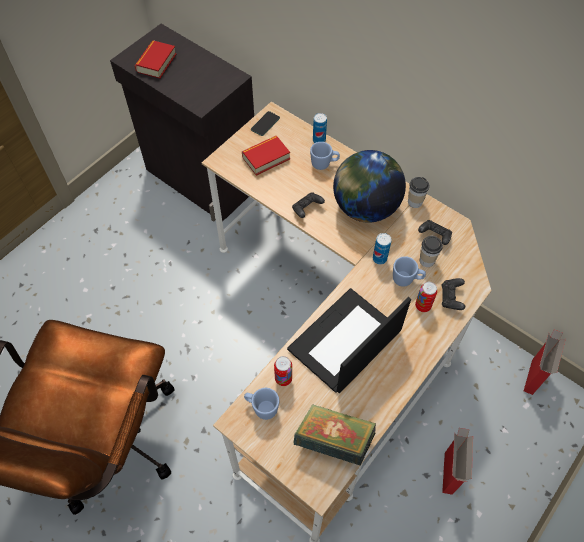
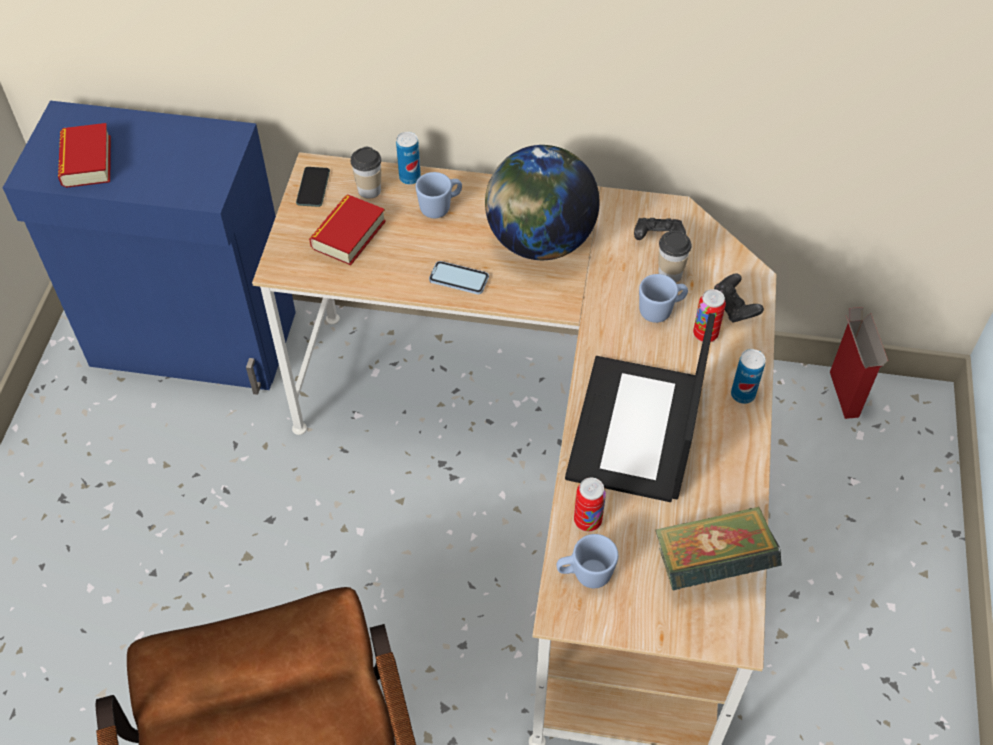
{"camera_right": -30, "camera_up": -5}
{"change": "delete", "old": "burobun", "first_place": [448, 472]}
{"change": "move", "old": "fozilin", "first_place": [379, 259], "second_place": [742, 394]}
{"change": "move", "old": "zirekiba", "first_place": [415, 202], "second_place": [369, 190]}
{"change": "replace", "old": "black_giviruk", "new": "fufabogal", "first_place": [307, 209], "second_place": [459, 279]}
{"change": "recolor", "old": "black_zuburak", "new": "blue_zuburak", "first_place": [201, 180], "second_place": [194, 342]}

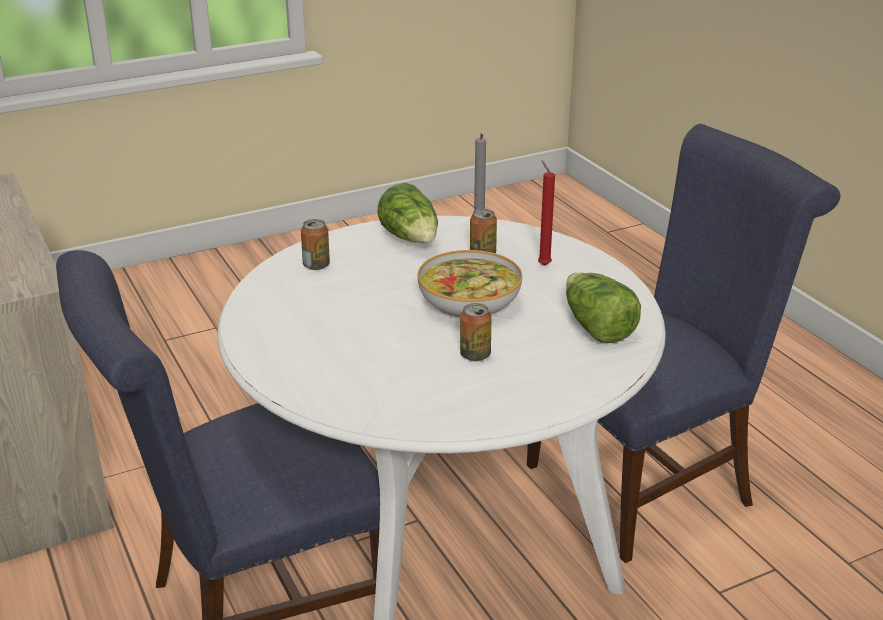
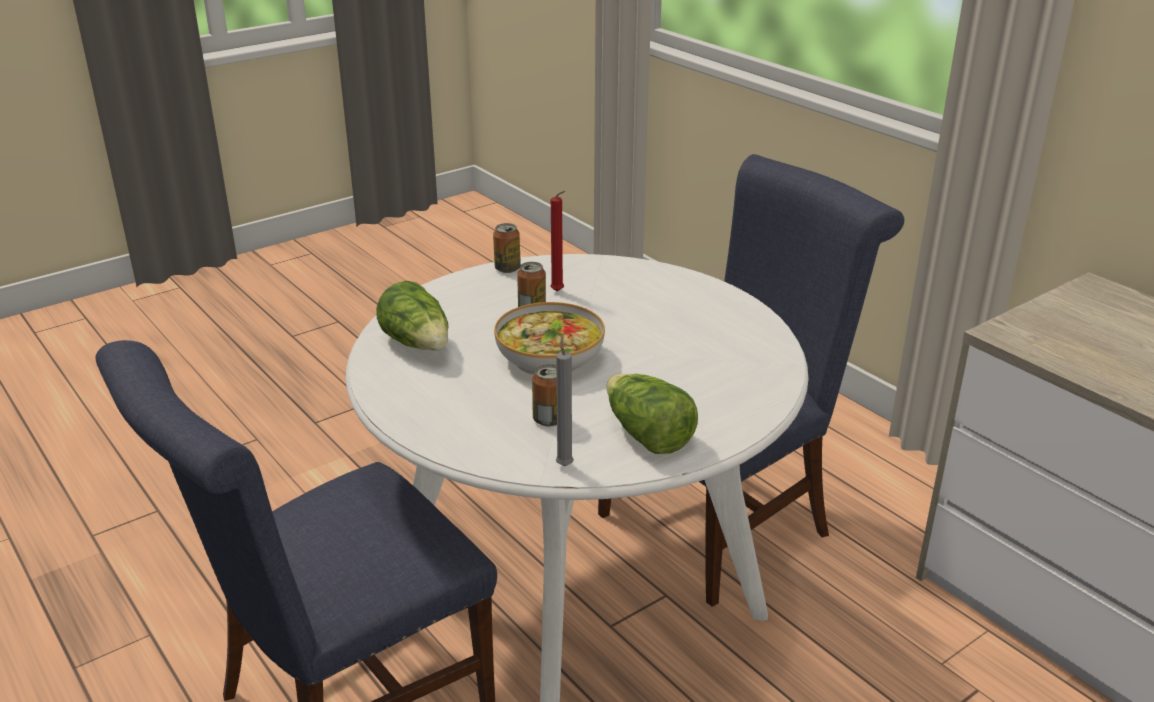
{"camera_right": 170, "camera_up": 0}
{"change": "move", "old": "fozilin", "first_place": [316, 265], "second_place": [507, 269]}
{"change": "move", "old": "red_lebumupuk", "first_place": [543, 264], "second_place": [558, 292]}

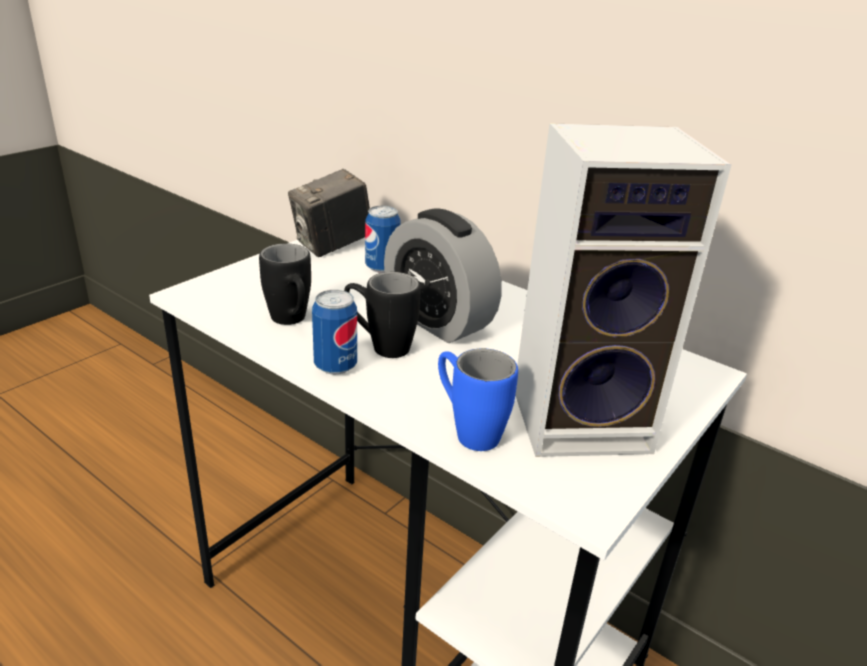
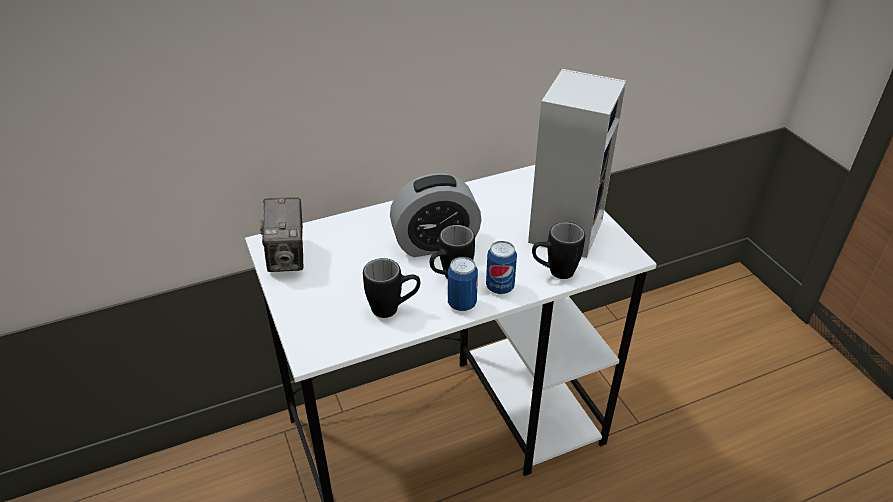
{"camera_right": -60, "camera_up": 10}
{"change": "move", "old": "fozilin", "first_place": [382, 267], "second_place": [500, 287]}
{"change": "recolor", "old": "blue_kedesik", "new": "black_kedesik", "first_place": [467, 430], "second_place": [554, 272]}

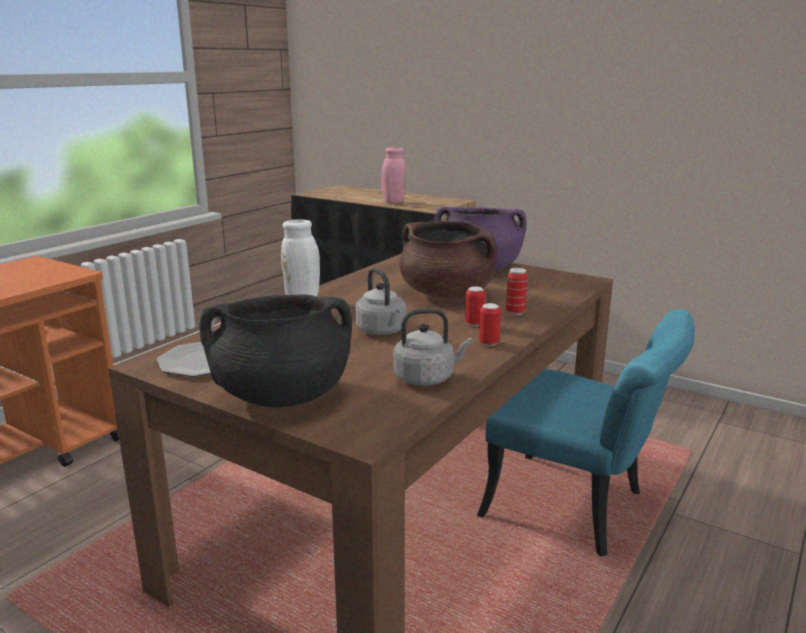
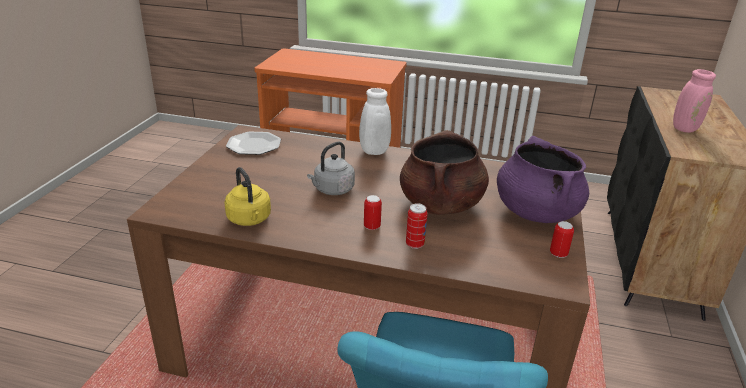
{"camera_right": 70, "camera_up": 10}
{"change": "delete", "old": "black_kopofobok", "first_place": [282, 396]}
{"change": "move", "old": "fozilin", "first_place": [489, 343], "second_place": [558, 254]}
{"change": "recolor", "old": "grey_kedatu", "new": "yellow_kedatu", "first_place": [427, 378], "second_place": [250, 220]}

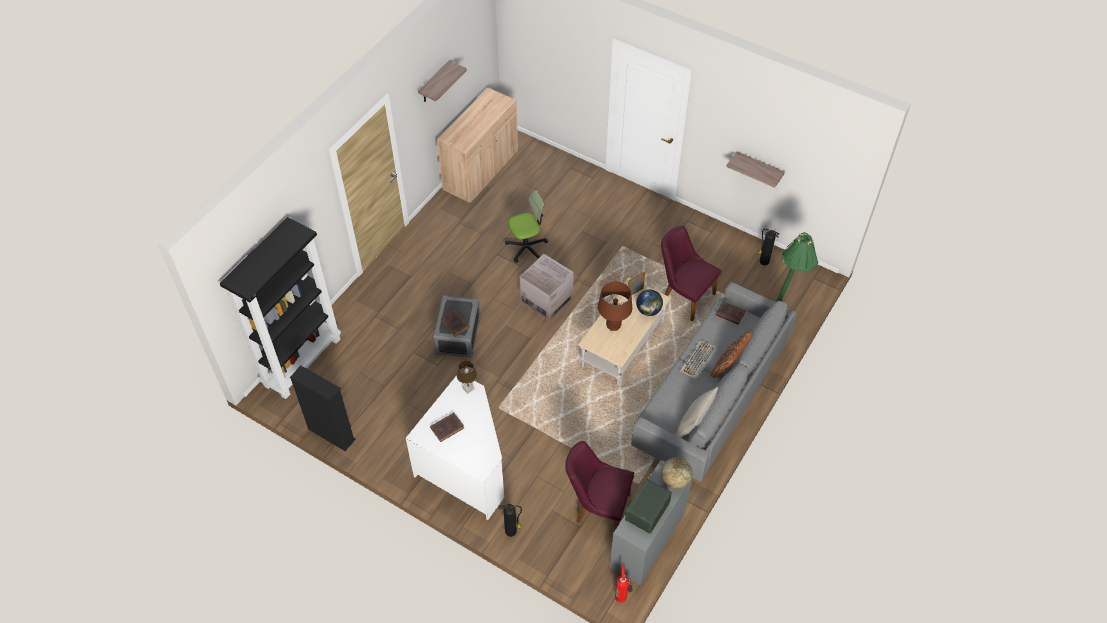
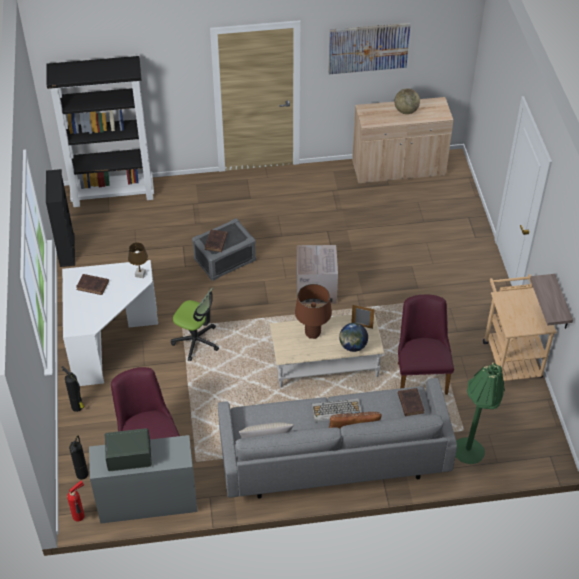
{"camera_right": 50, "camera_up": -5}
{"change": "insert", "new": "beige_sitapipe", "second_place": [510, 354]}
{"change": "move", "old": "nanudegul", "first_place": [526, 248], "second_place": [196, 341]}
{"change": "move", "old": "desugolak", "first_place": [675, 480], "second_place": [406, 111]}
{"change": "move", "old": "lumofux", "first_place": [763, 261], "second_place": [82, 473]}
{"change": "replace", "old": "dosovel", "new": "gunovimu", "first_place": [434, 83], "second_place": [368, 48]}

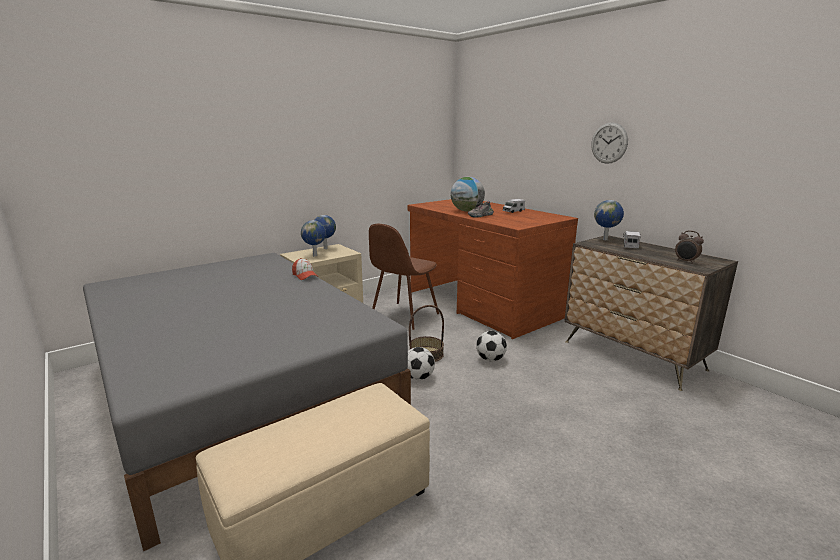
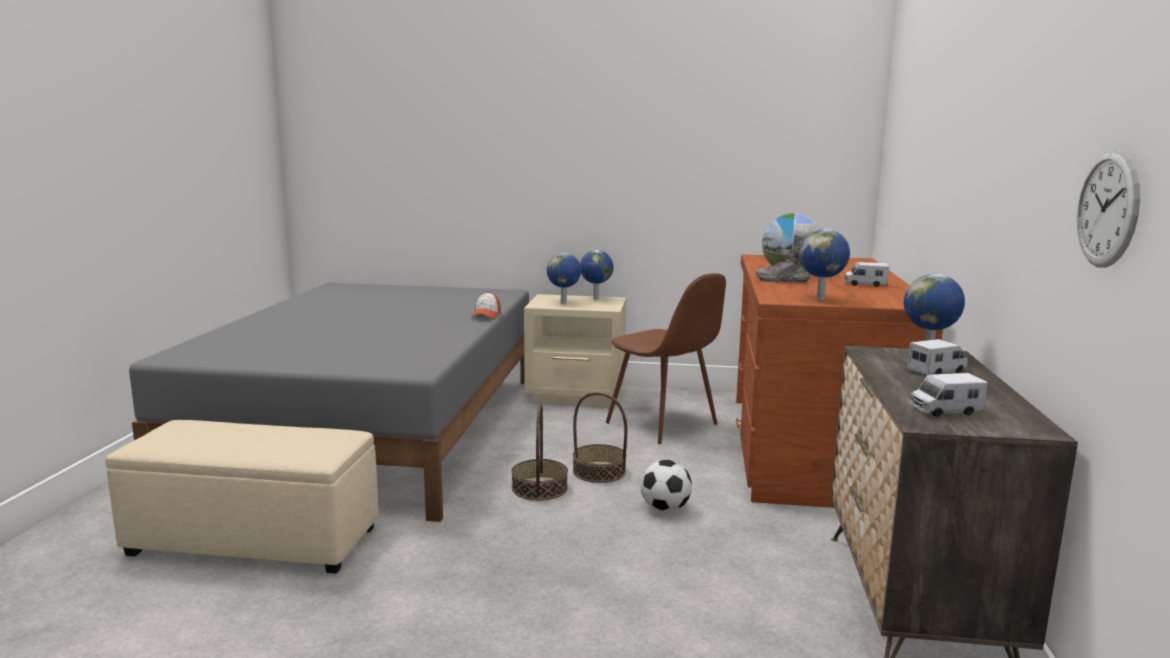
{"camera_right": 45, "camera_up": -5}
{"change": "insert", "new": "desugolak", "second_place": [821, 299]}
{"change": "move", "old": "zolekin", "first_place": [609, 143], "second_place": [1107, 209]}
{"change": "replace", "old": "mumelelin", "new": "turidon", "first_place": [418, 377], "second_place": [540, 488]}
{"change": "replace", "old": "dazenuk", "new": "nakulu", "first_place": [686, 261], "second_place": [945, 410]}
{"change": "rotate", "old": "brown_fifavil", "first_place": [403, 316], "second_place": [663, 424], "degrees": -120}

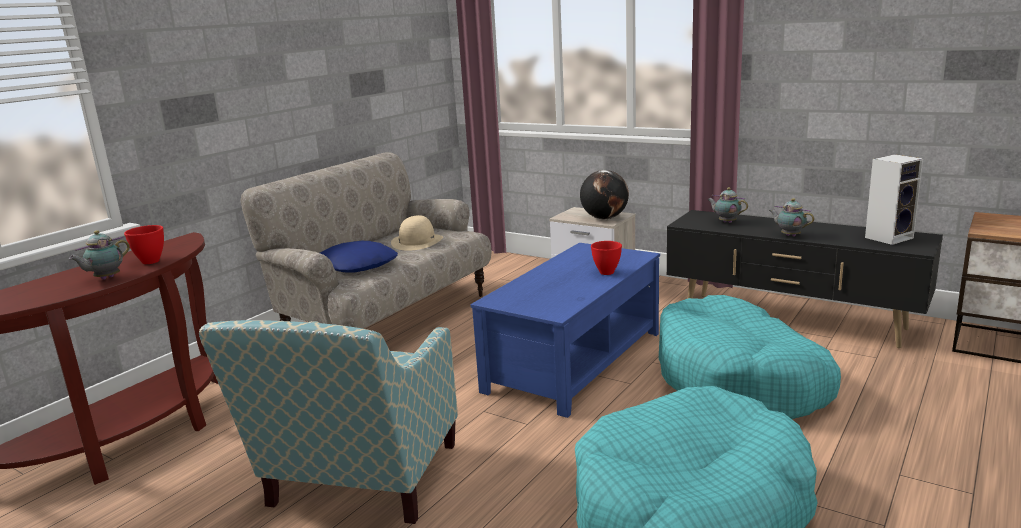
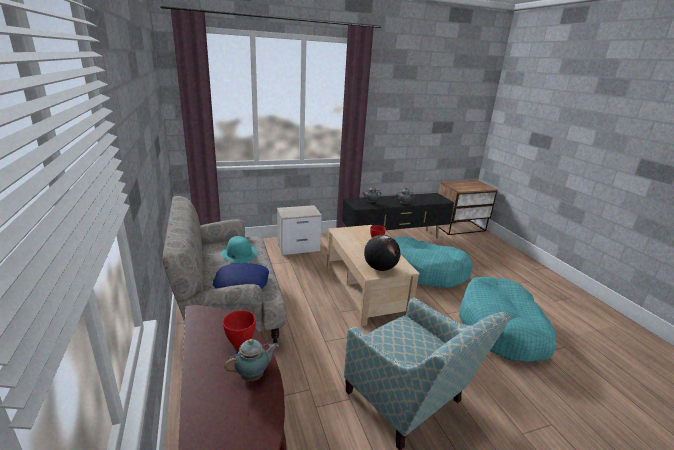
{"camera_right": -55, "camera_up": 5}
{"change": "delete", "old": "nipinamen", "first_place": [889, 237]}
{"change": "move", "old": "desugolak", "first_place": [604, 218], "second_place": [380, 268]}
{"change": "recolor", "old": "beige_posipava", "new": "turquoise_posipava", "first_place": [417, 241], "second_place": [239, 254]}
{"change": "recolor", "old": "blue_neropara", "new": "beige_neropara", "first_place": [573, 361], "second_place": [364, 290]}
{"change": "rotate", "old": "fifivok", "first_place": [105, 278], "second_place": [254, 376], "degrees": -105}

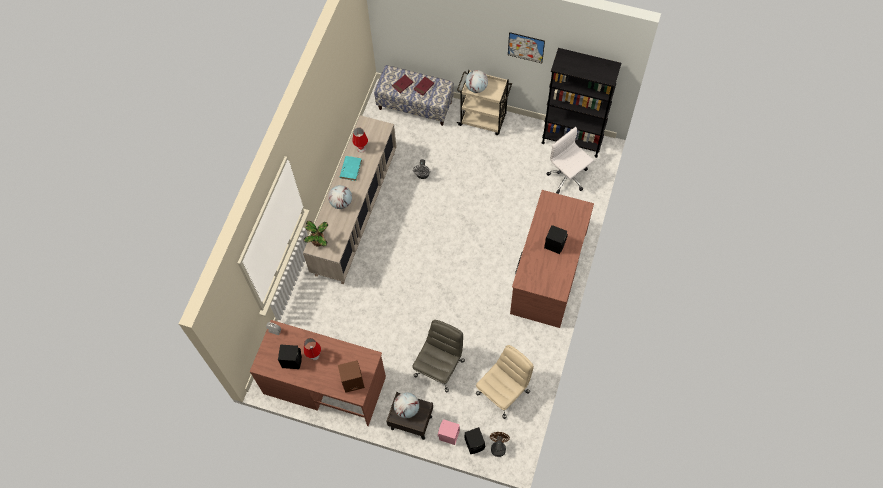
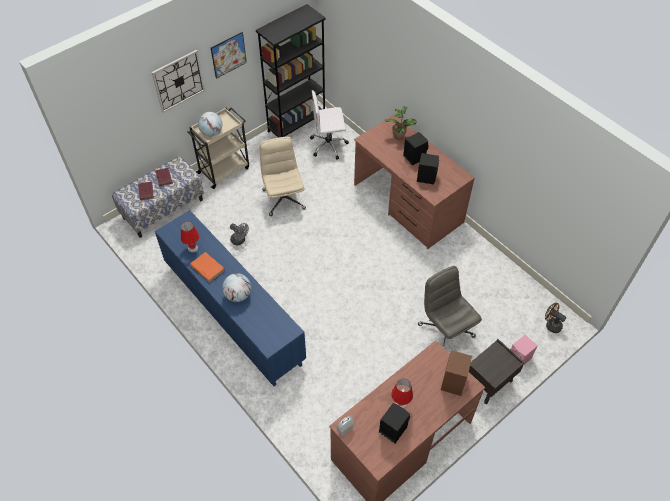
{"camera_right": -60, "camera_up": -10}
{"change": "delete", "old": "desugolak", "first_place": [407, 409]}
{"change": "insert", "new": "zolekin", "second_place": [178, 81]}
{"change": "move", "old": "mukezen", "first_place": [319, 242], "second_place": [399, 135]}
{"change": "move", "old": "black_nipinamen", "first_place": [475, 444], "second_place": [426, 177]}
{"change": "move", "old": "beige_nanudegul", "first_place": [503, 392], "second_place": [283, 199]}
{"change": "recolor", "old": "beige_zuburak", "new": "blue_zuburak", "first_place": [355, 213], "second_place": [233, 314]}
{"change": "recolor", "old": "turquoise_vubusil", "new": "orange_vubusil", "first_place": [351, 169], "second_place": [207, 268]}

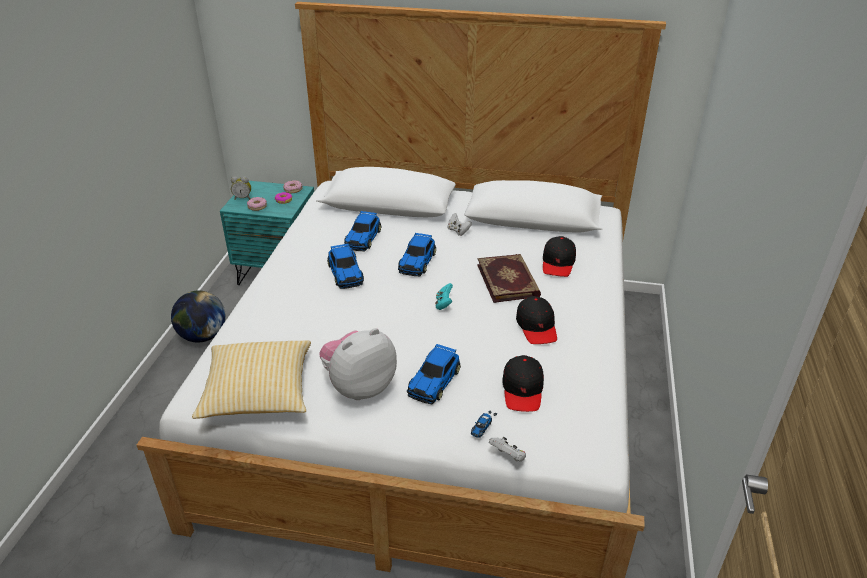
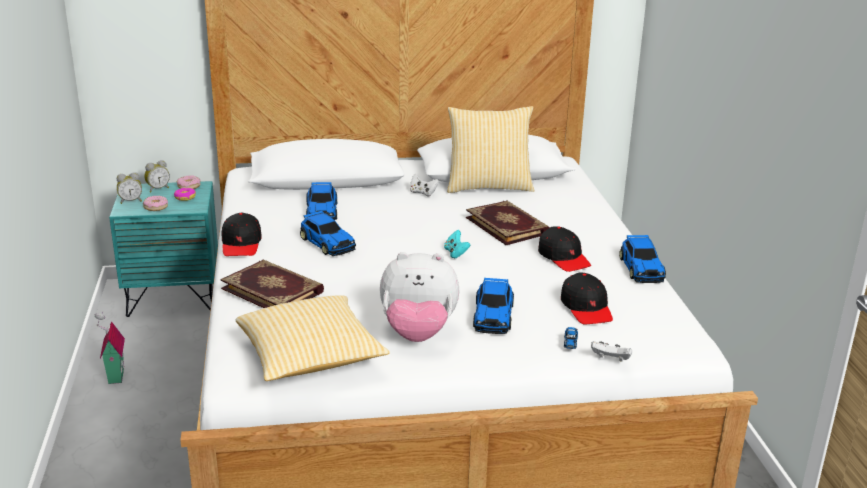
{"camera_right": -20, "camera_up": -10}
{"change": "insert", "new": "dazenuk", "second_place": [158, 189]}
{"change": "insert", "new": "vubusil", "second_place": [273, 290]}
{"change": "insert", "new": "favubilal", "second_place": [488, 186]}
{"change": "move", "old": "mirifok", "first_place": [417, 261], "second_place": [641, 268]}
{"change": "move", "old": "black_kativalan", "first_place": [558, 263], "second_place": [241, 244]}
{"change": "replace", "old": "desugolak", "new": "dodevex", "first_place": [203, 336], "second_place": [114, 375]}
{"change": "rotate", "old": "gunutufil", "first_place": [359, 386], "second_place": [418, 333], "degrees": -120}

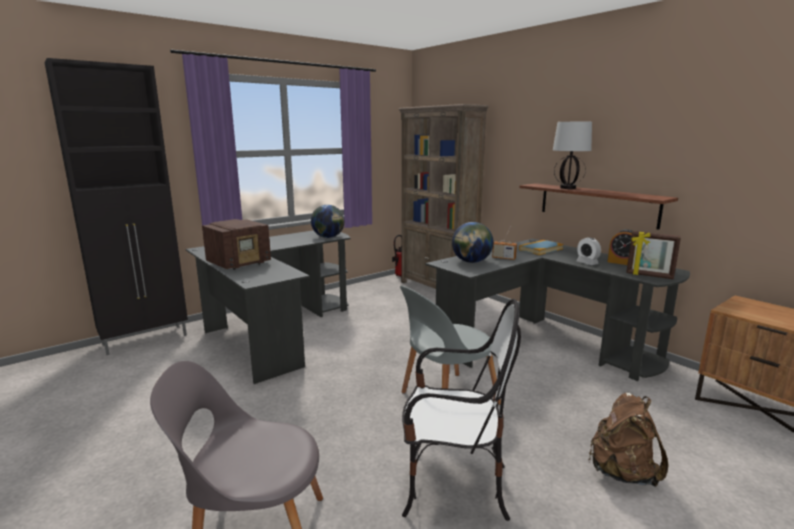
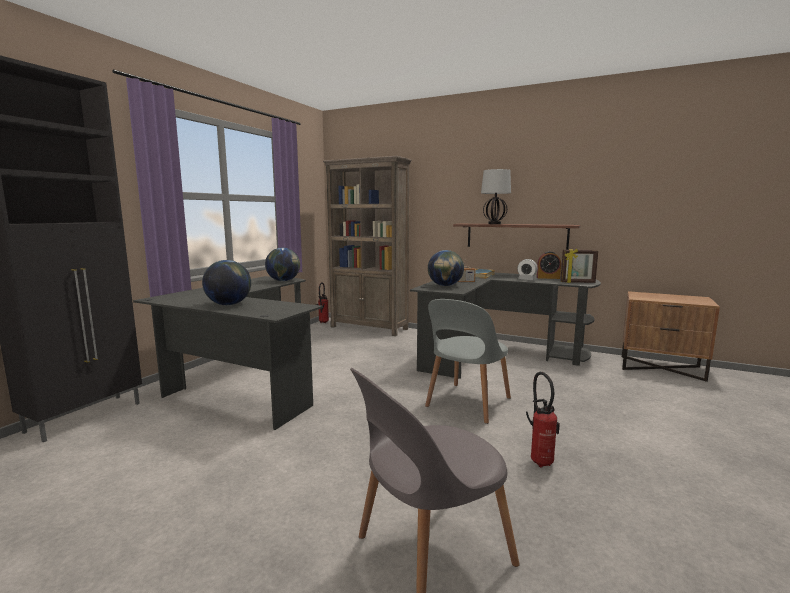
{"camera_right": -25, "camera_up": -5}
{"change": "delete", "old": "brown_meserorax", "first_place": [622, 473]}
{"change": "replace", "old": "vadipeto", "new": "desugolak", "first_place": [240, 263], "second_place": [228, 304]}
{"change": "replace", "old": "fifavil", "new": "lumofux", "first_place": [453, 487], "second_place": [540, 460]}

